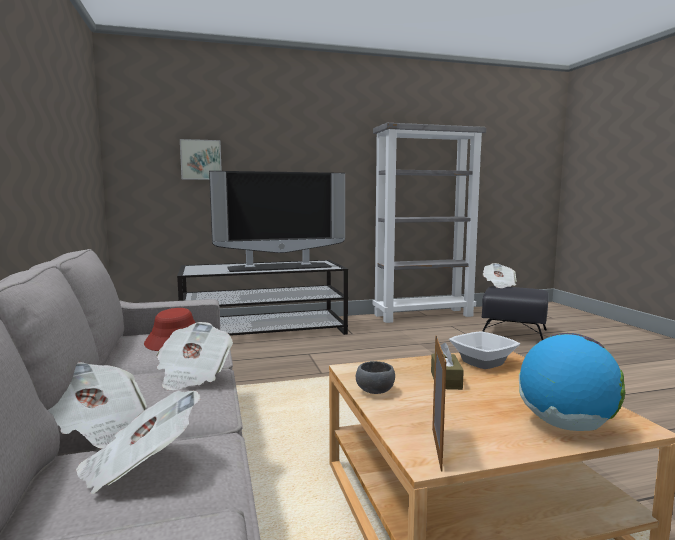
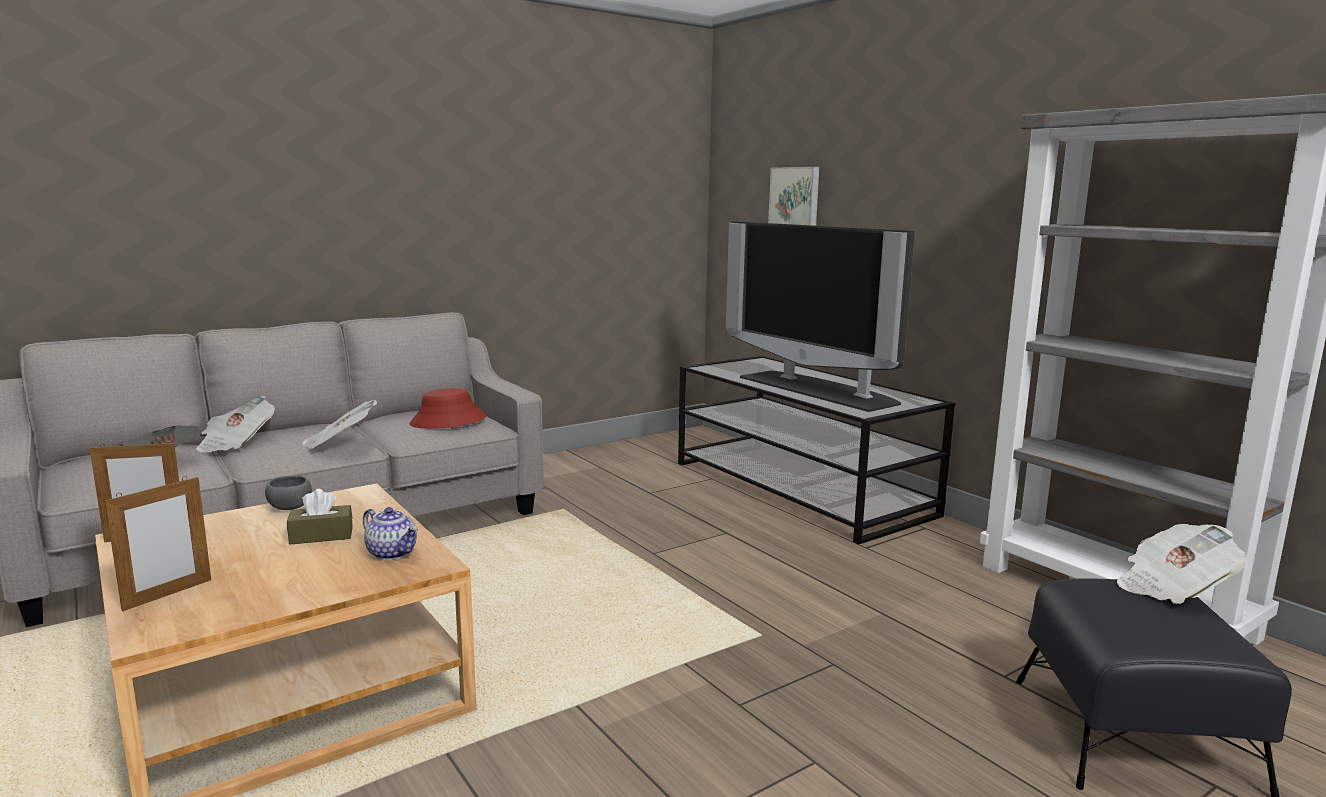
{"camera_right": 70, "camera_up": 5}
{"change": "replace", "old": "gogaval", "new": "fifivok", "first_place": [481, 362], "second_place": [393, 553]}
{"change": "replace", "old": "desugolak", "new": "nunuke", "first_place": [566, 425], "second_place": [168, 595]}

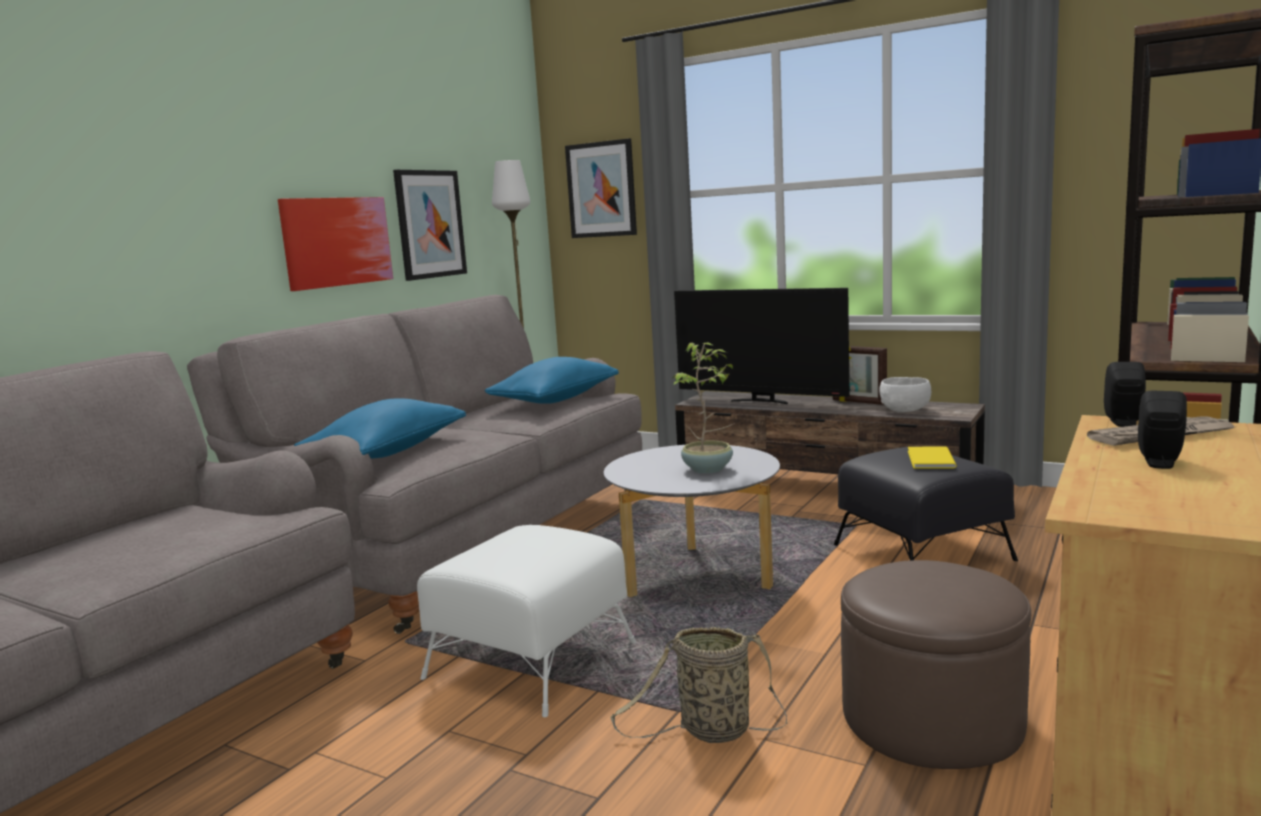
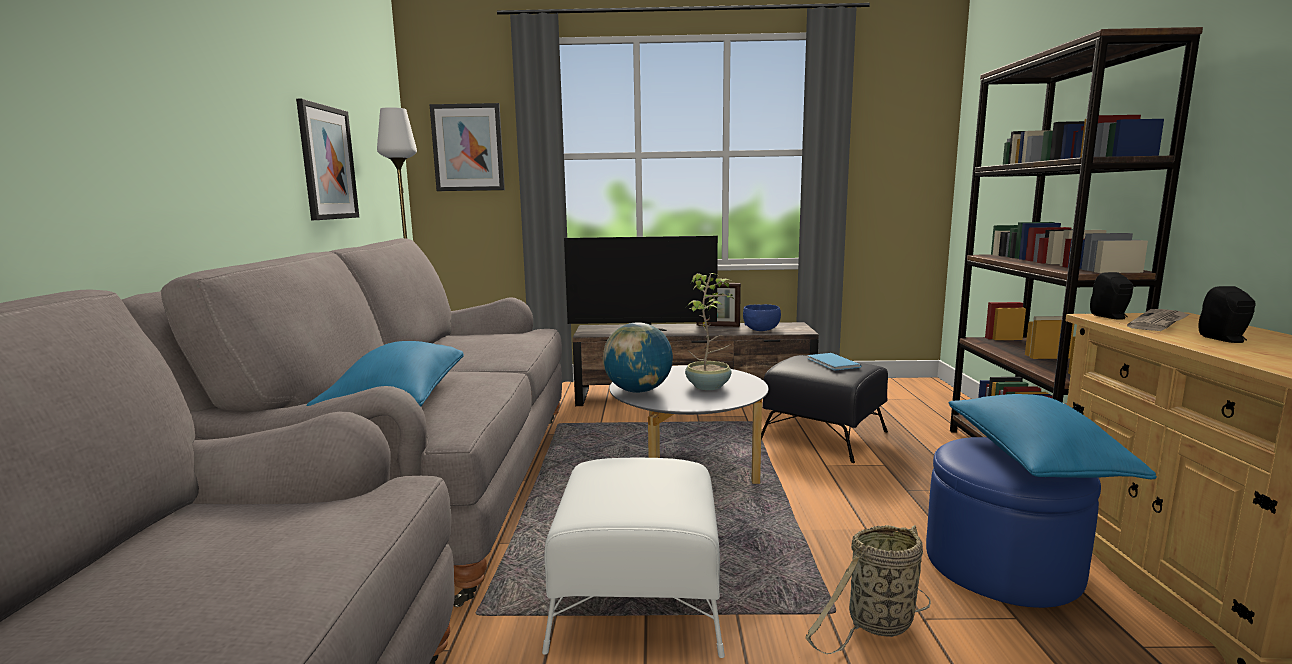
{"camera_right": -30, "camera_up": 0}
{"change": "delete", "old": "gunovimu", "first_place": [336, 242]}
{"change": "insert", "new": "desugolak", "second_place": [638, 391]}
{"change": "move", "old": "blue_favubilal", "first_place": [555, 400], "second_place": [1033, 461]}
{"change": "recolor", "old": "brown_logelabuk", "new": "blue_logelabuk", "first_place": [931, 719], "second_place": [1002, 565]}
{"change": "recolor", "old": "white_gogaval", "new": "blue_gogaval", "first_place": [905, 410], "second_place": [761, 329]}
{"change": "recolor", "old": "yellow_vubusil", "new": "blue_vubusil", "first_place": [929, 460], "second_place": [832, 363]}

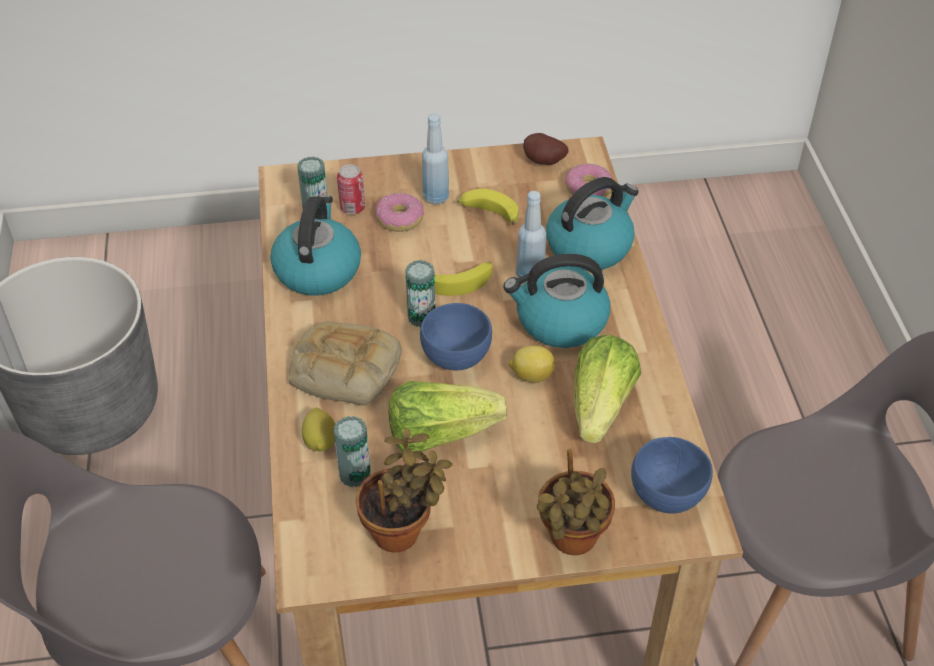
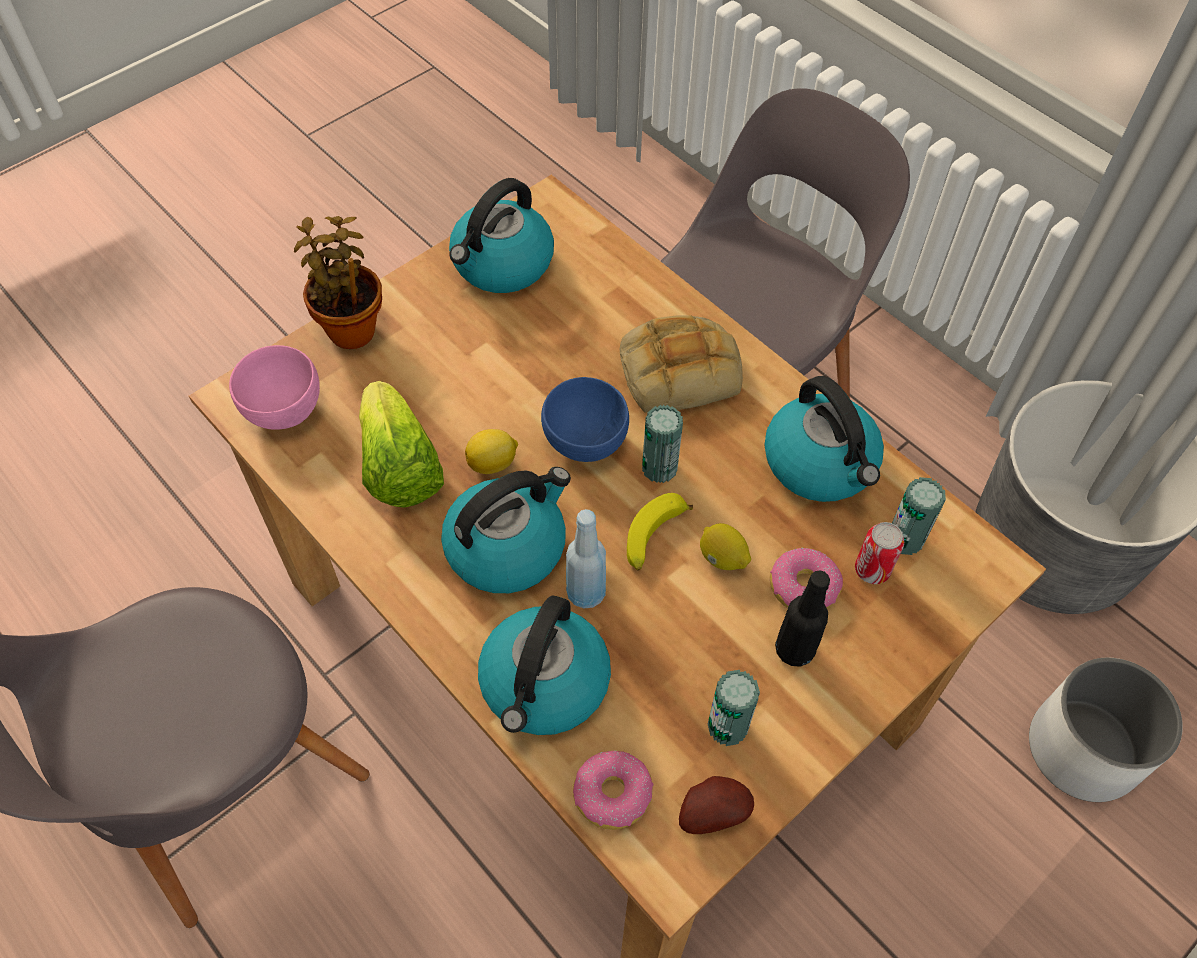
{"camera_right": 145, "camera_up": 10}
{"change": "delete", "old": "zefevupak", "first_place": [440, 434]}
{"change": "delete", "old": "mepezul", "first_place": [488, 213]}
{"change": "insert", "new": "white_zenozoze", "second_place": [1083, 750]}
{"change": "move", "old": "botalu", "first_place": [320, 441], "second_place": [722, 558]}
{"change": "move", "old": "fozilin", "first_place": [355, 474], "second_place": [727, 726]}
{"change": "replace", "old": "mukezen", "new": "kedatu", "first_place": [401, 532], "second_place": [502, 264]}
{"change": "recolor", "old": "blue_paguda", "new": "black_paguda", "first_place": [436, 197], "second_place": [794, 650]}
{"change": "recolor", "old": "blue_gogaval", "new": "pink_gogaval", "first_place": [665, 495], "second_place": [285, 409]}

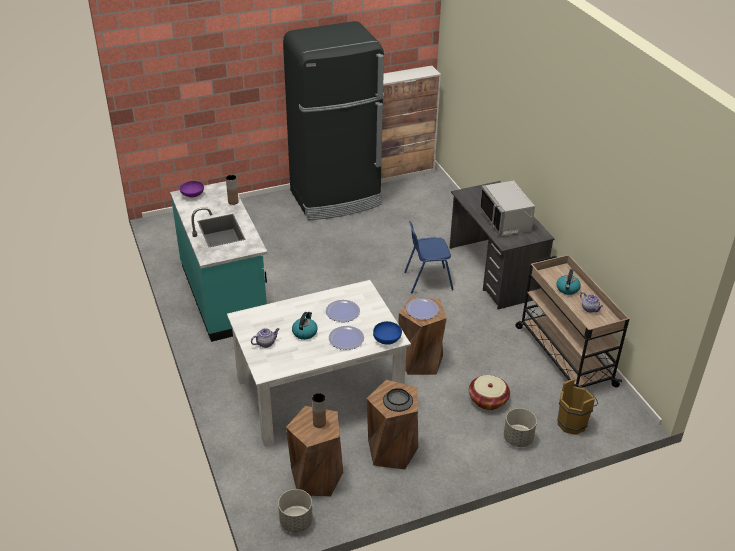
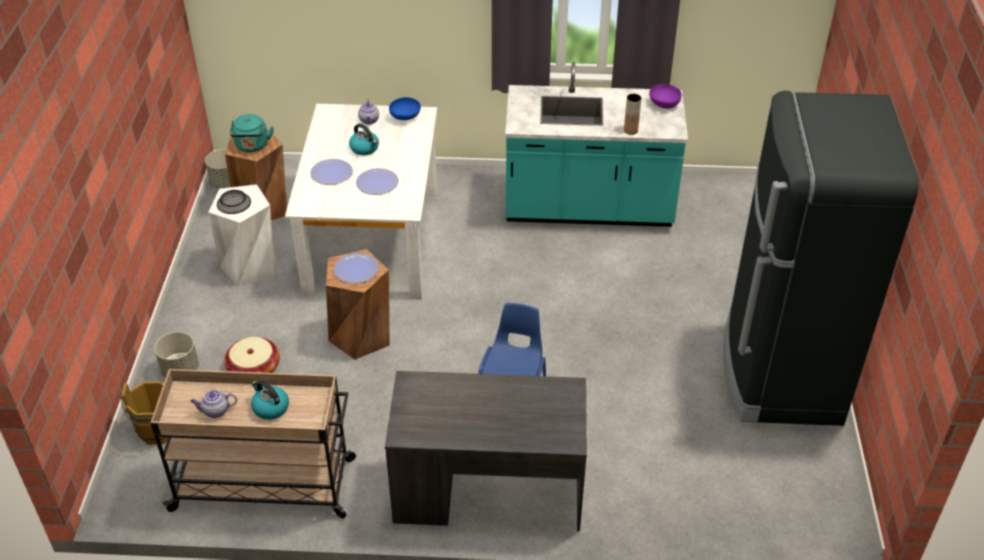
{"camera_right": 115, "camera_up": 5}
{"change": "delete", "old": "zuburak", "first_place": [402, 173]}
{"change": "delete", "old": "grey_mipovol", "first_place": [506, 221]}
{"change": "move", "old": "blue_gogaval", "first_place": [387, 339], "second_place": [405, 117]}
{"change": "replace", "old": "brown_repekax", "new": "turquoise_kedatu", "first_place": [319, 423], "second_place": [252, 146]}
{"change": "recolor", "old": "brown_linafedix", "new": "white_linafedix", "first_place": [392, 450], "second_place": [251, 266]}

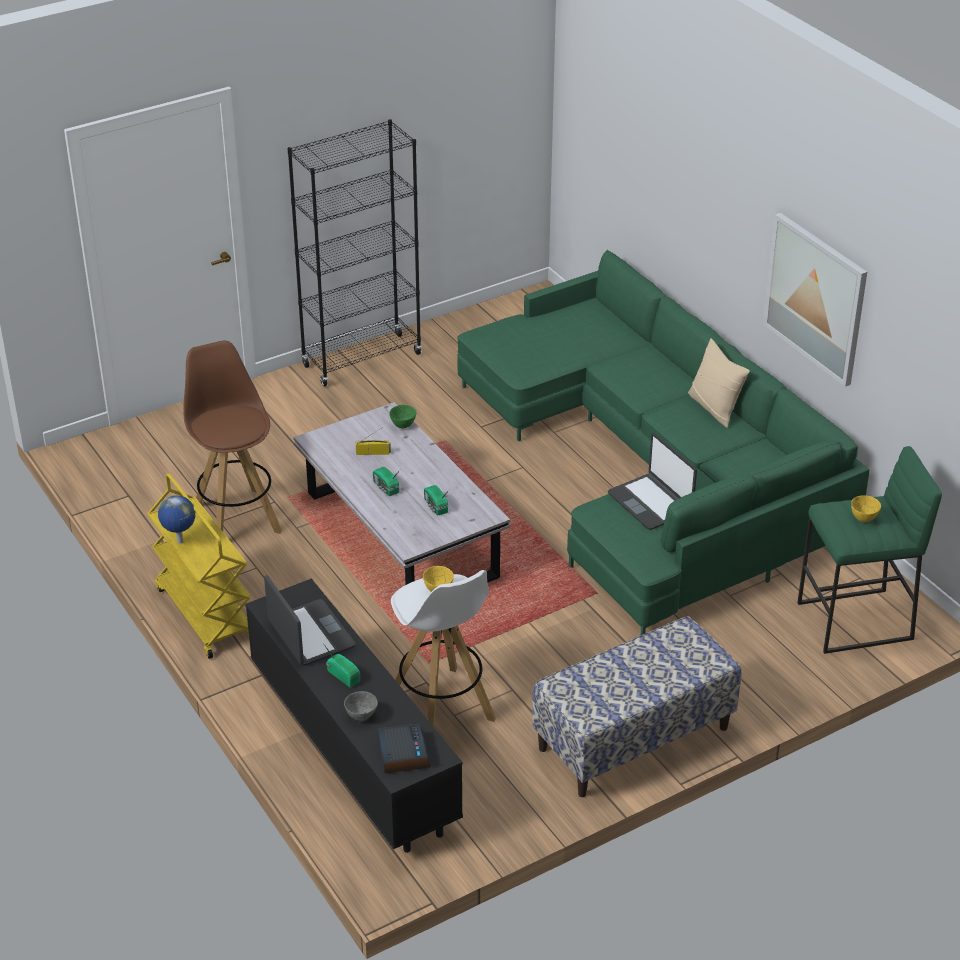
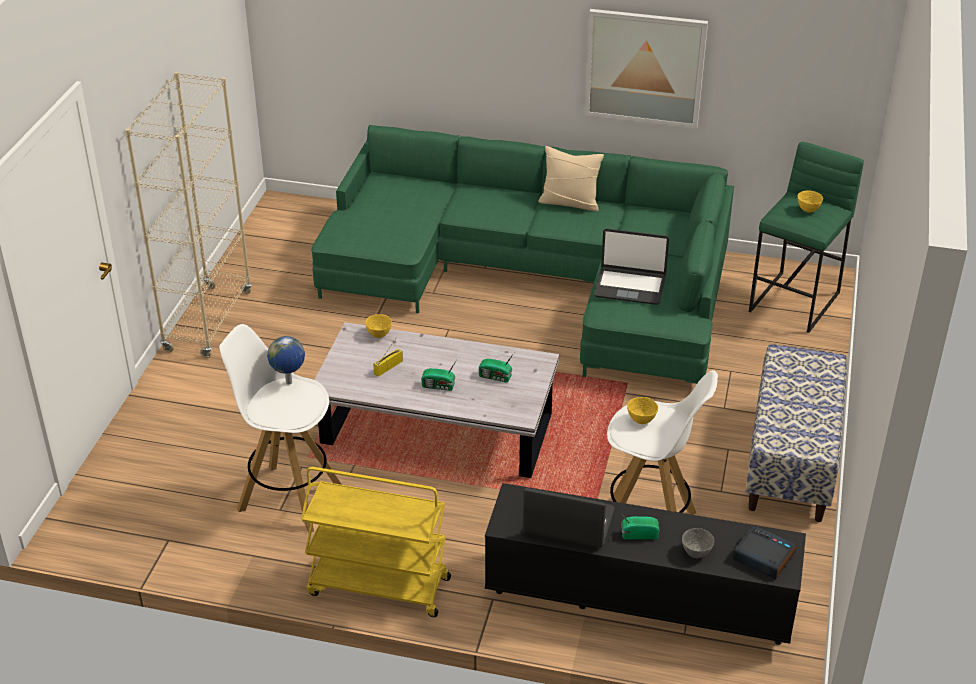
{"camera_right": -45, "camera_up": 0}
{"change": "move", "old": "desugolak", "first_place": [180, 542], "second_place": [289, 383]}
{"change": "recolor", "old": "brown_linafedix", "new": "white_linafedix", "first_place": [237, 517], "second_place": [289, 497]}
{"change": "recolor", "old": "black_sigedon", "new": "beige_sigedon", "first_place": [362, 360], "second_place": [208, 321]}
{"change": "recolor", "old": "green_gogaval", "new": "yellow_gogaval", "first_place": [402, 425], "second_place": [378, 334]}

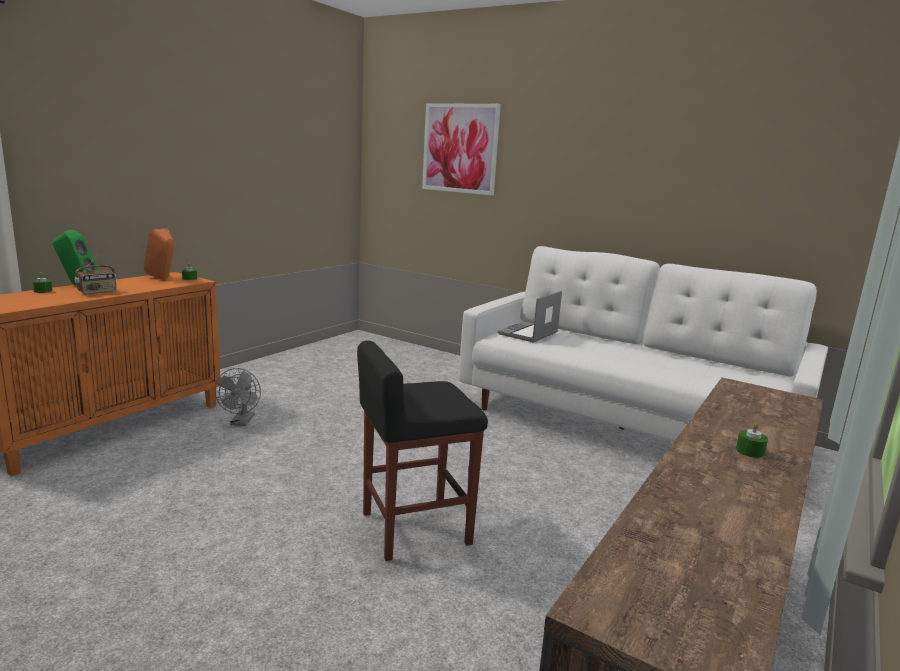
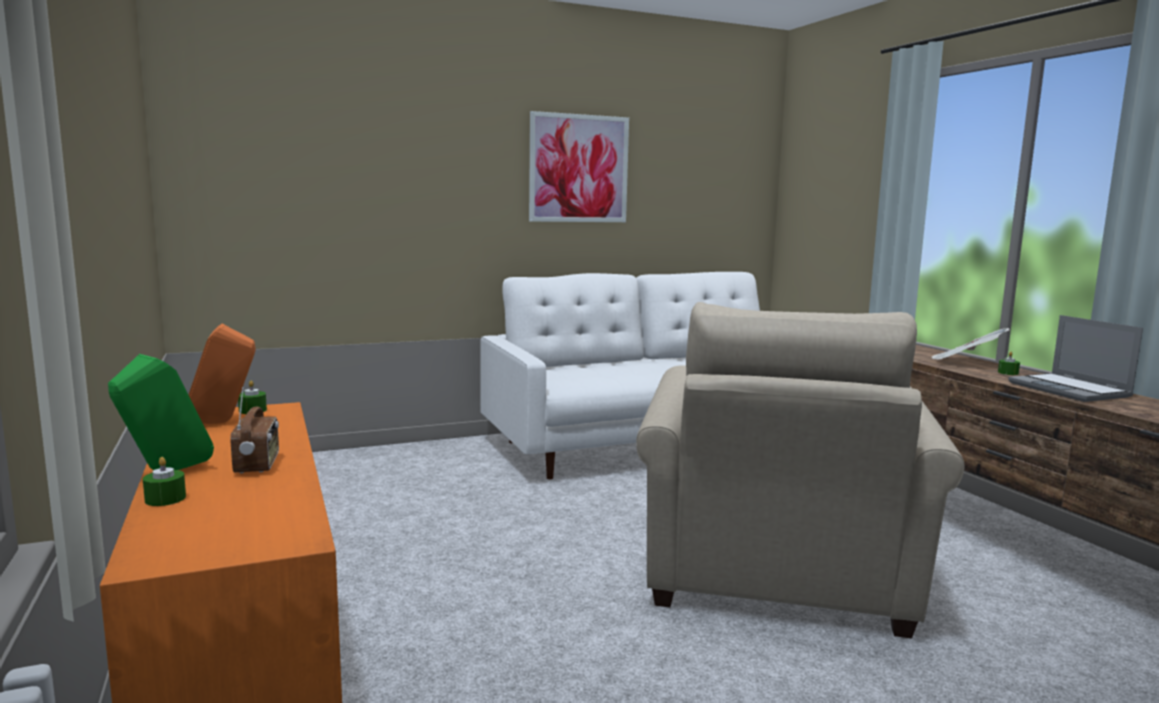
{"camera_right": -55, "camera_up": -5}
{"change": "delete", "old": "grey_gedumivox", "first_place": [241, 422]}
{"change": "insert", "new": "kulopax", "second_place": [965, 362]}
{"change": "move", "old": "gunovimu", "first_place": [460, 148], "second_place": [579, 168]}
{"change": "move", "old": "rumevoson", "first_place": [528, 334], "second_place": [1070, 390]}
{"change": "replace", "old": "black_linafedix", "new": "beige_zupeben", "first_place": [414, 528], "second_place": [774, 579]}

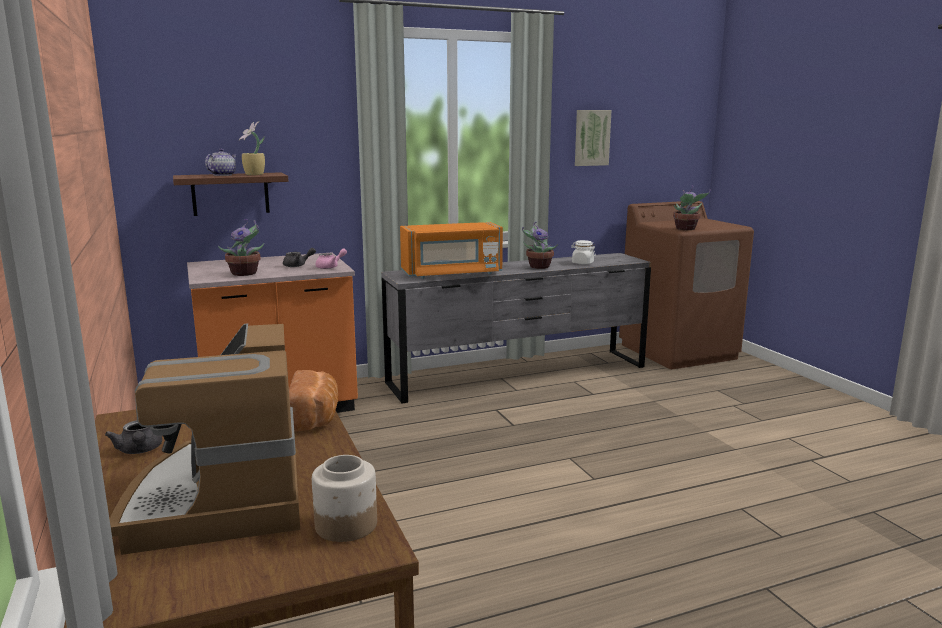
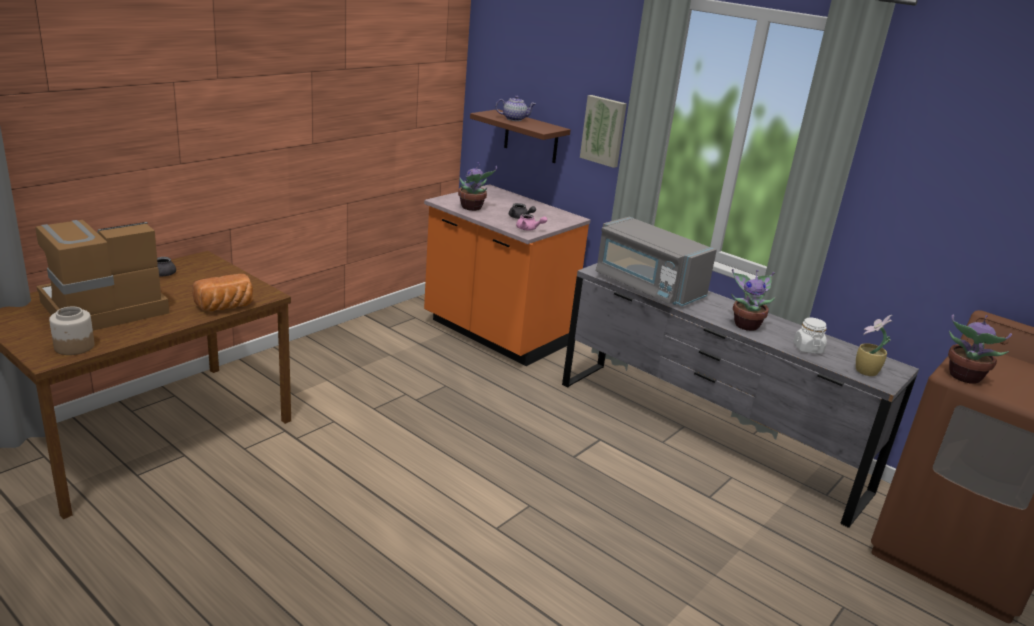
{"camera_right": 60, "camera_up": 10}
{"change": "move", "old": "mukezen", "first_place": [254, 174], "second_place": [865, 372]}
{"change": "move", "old": "gunovimu", "first_place": [591, 138], "second_place": [604, 130]}
{"change": "recolor", "old": "orange_mipovol", "new": "grey_mipovol", "first_place": [452, 274], "second_place": [647, 286]}

